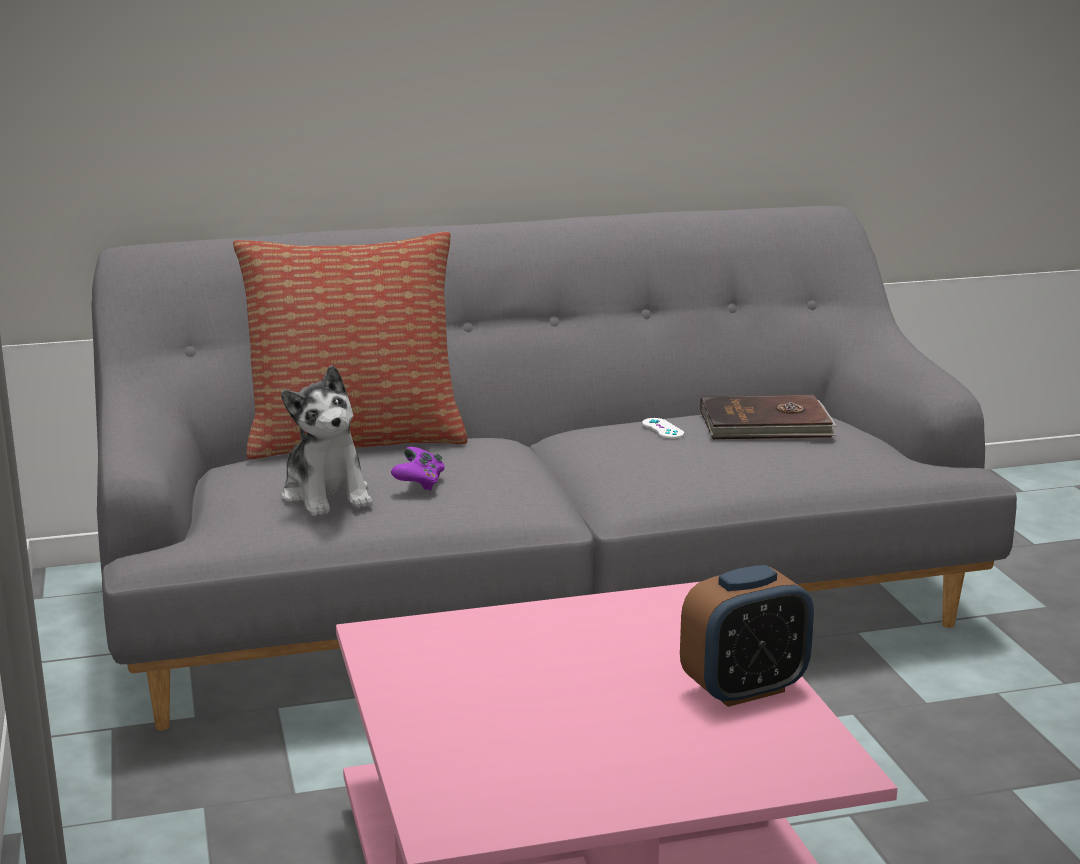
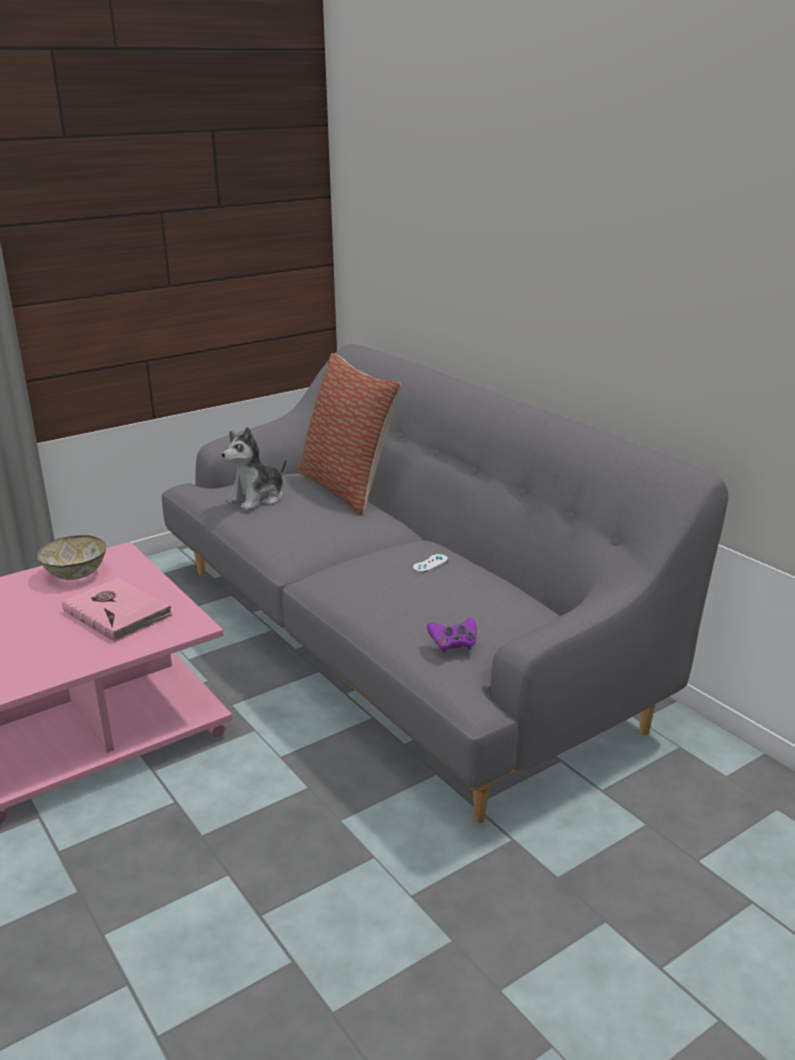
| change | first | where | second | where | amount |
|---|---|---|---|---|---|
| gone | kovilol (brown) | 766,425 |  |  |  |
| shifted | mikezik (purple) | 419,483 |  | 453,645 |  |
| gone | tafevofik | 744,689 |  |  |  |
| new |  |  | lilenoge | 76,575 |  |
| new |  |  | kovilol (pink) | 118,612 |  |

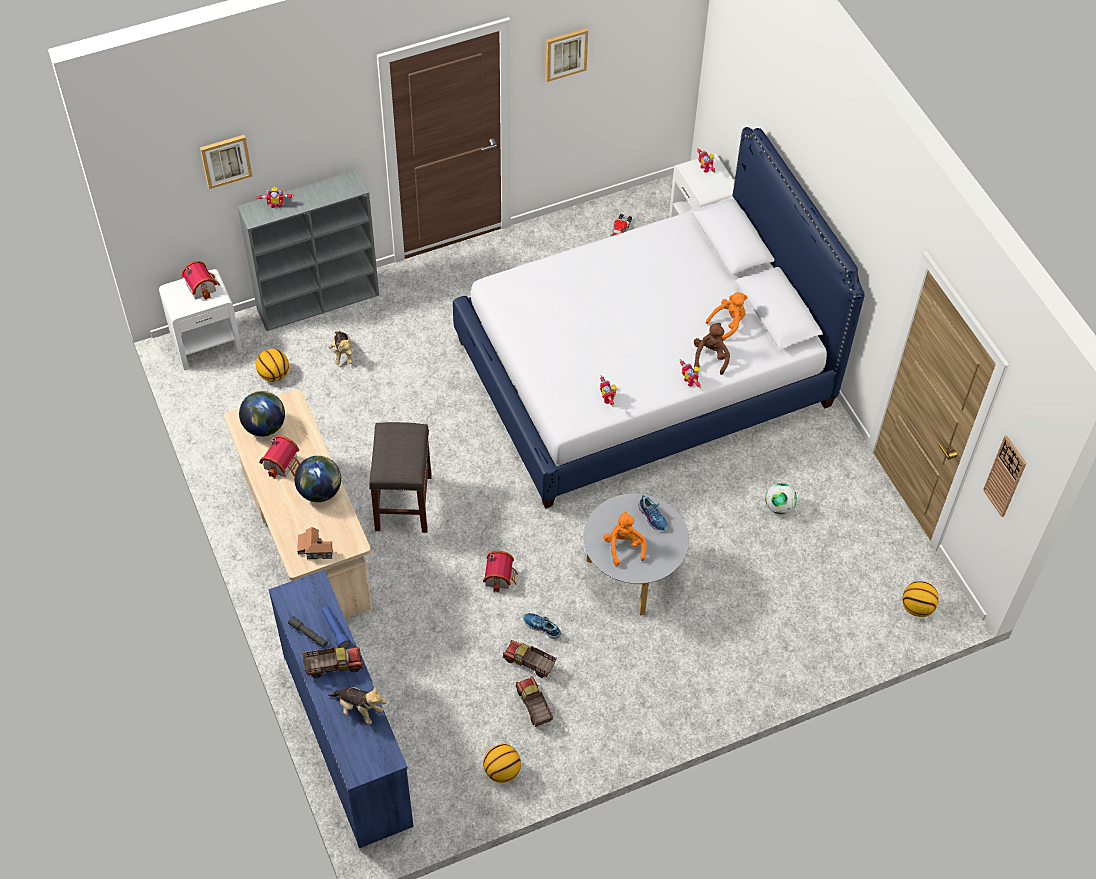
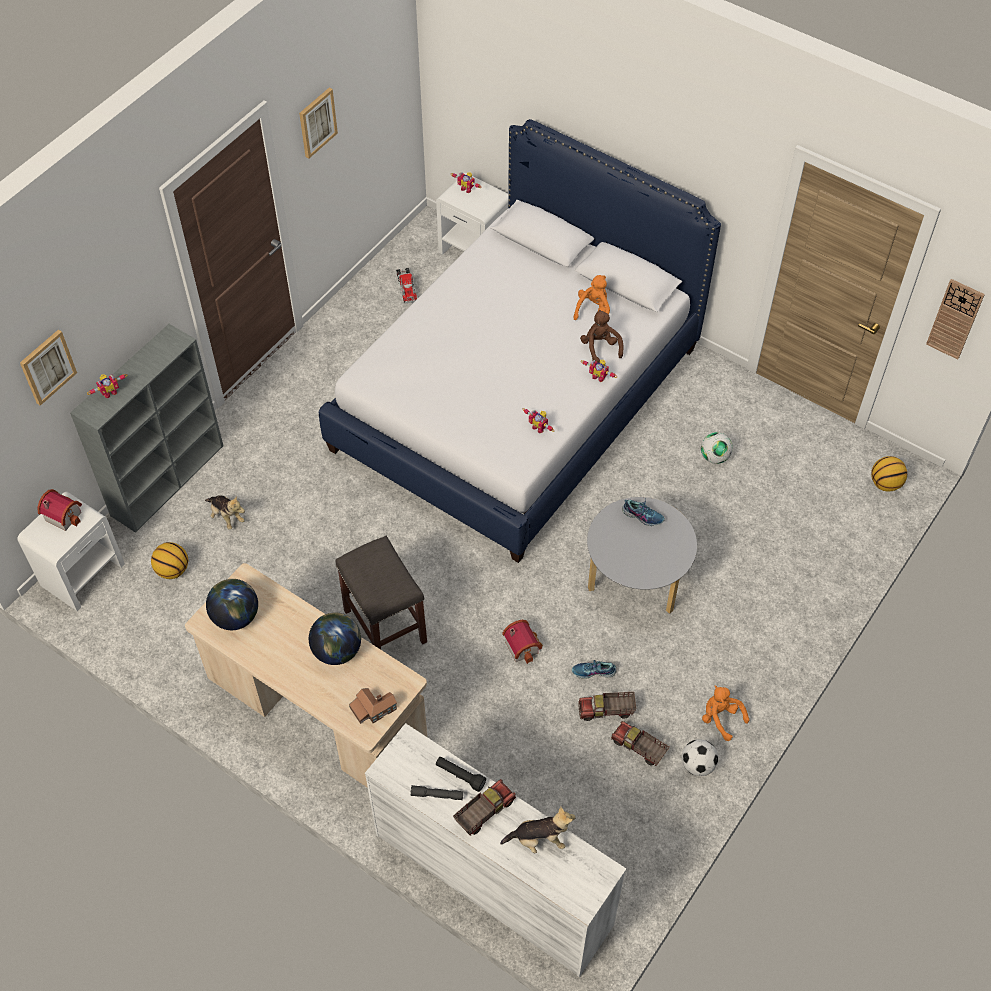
| change | first | where | second | where | amount |
|---|---|---|---|---|---|
| gone | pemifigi | 283,464 |  |  |  |
| shifted | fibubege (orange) | 624,546 |  | 720,718 |  |
| repainted | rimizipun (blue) | 348,738 | rimizipun (white) | 493,878 |  |
| repainted | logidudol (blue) | 335,630 | logidudol (black) | 460,776 |  |
| gone | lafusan | 502,771 |  |  |  |
| new |  |  | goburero | 697,765 |  |

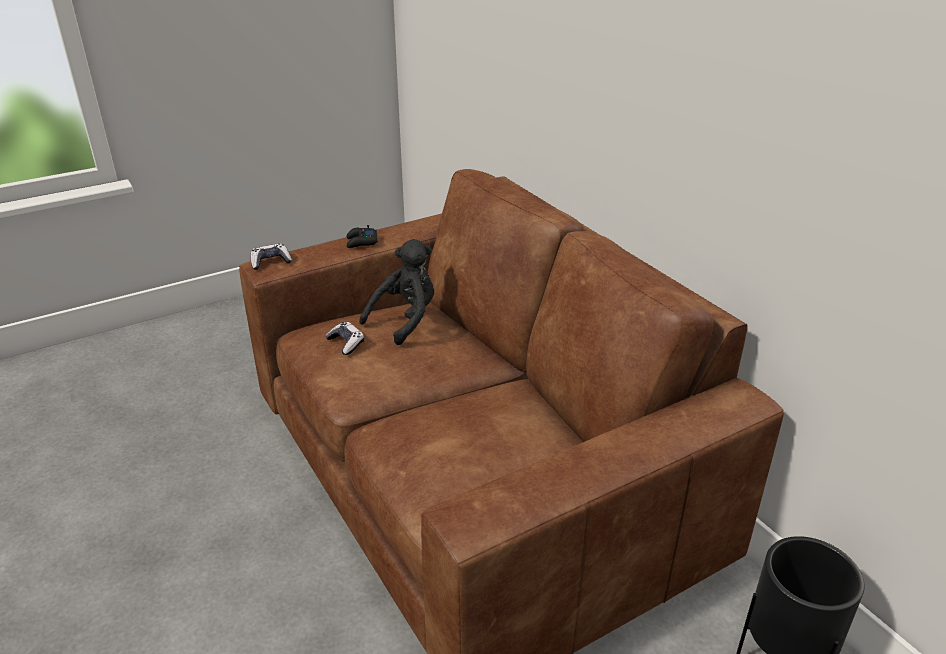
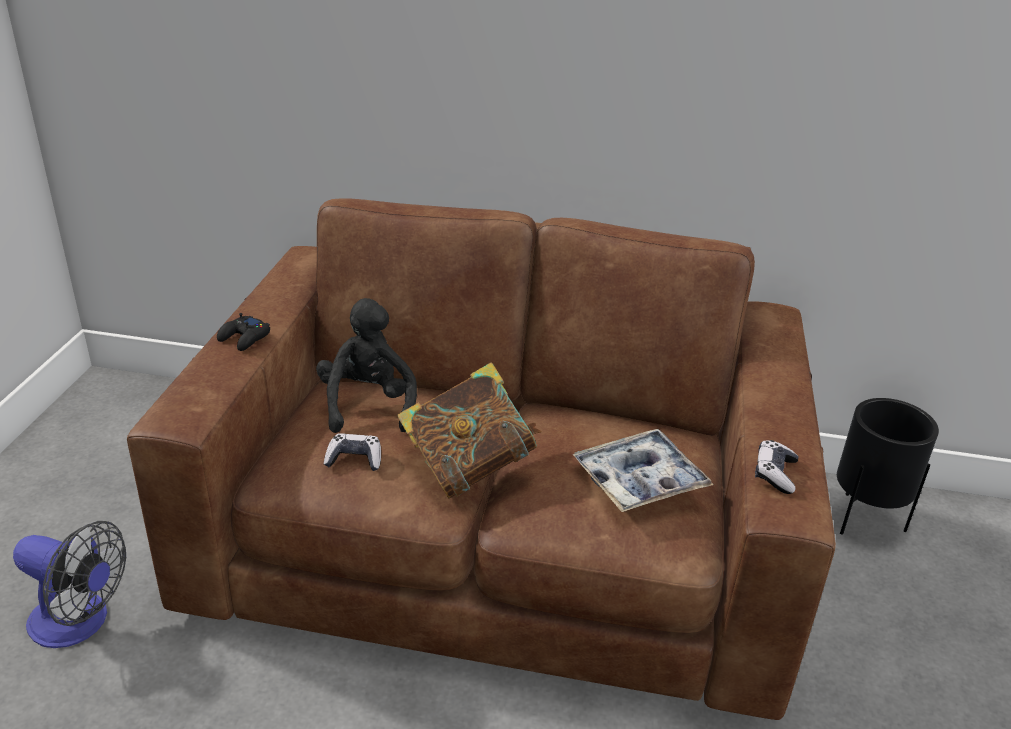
| change | first | where | second | where | amount |
|---|---|---|---|---|---|
| shifted | mikezik | 270,262 |  | 774,474 |  |
| new |  |  | kovilol | 469,468 |  |
| new |  |  | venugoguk | 639,480 |  |
| new |  |  | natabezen | 79,623 |  |

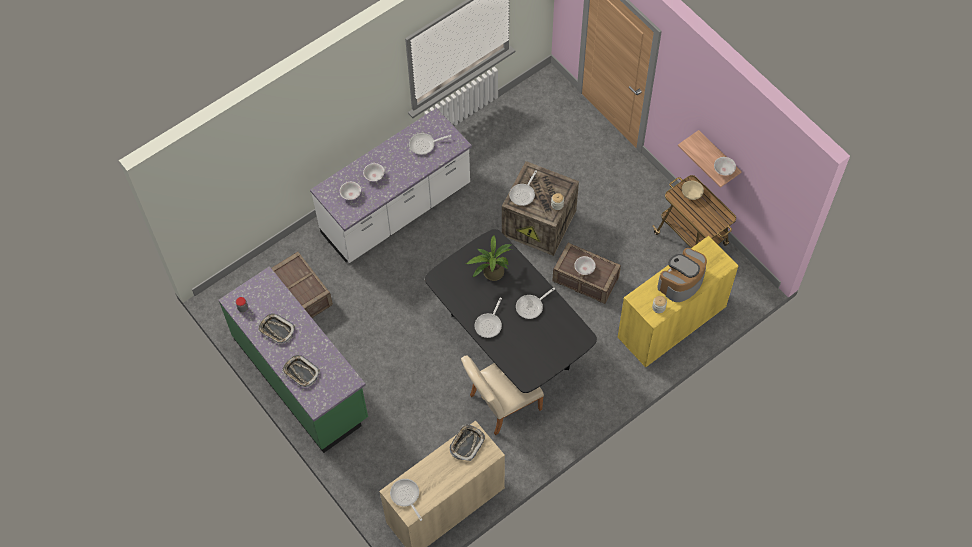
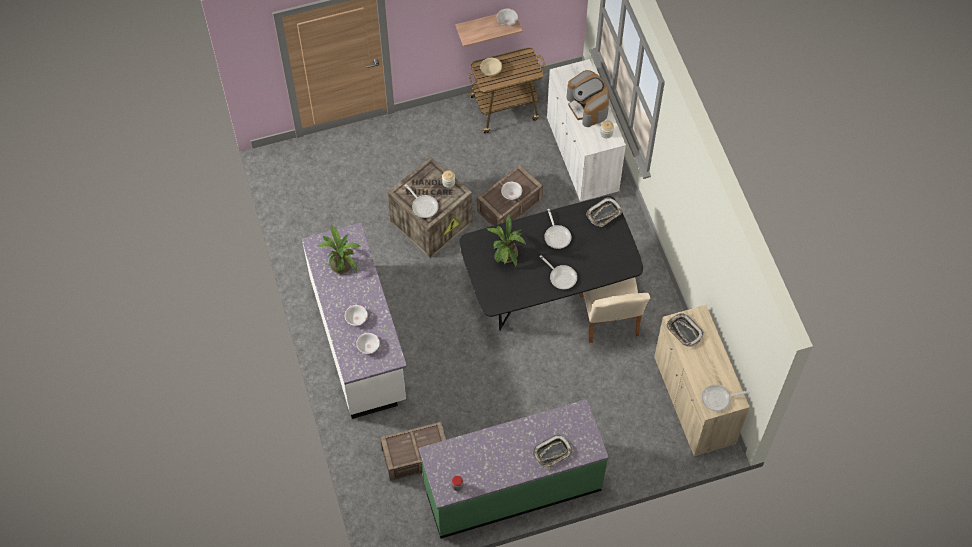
| change | first | where | second | where | amount |
|---|---|---|---|---|---|
| swapped | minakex | 424,145 | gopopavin | 341,262 |  |
| repainted | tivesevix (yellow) | 671,322 | tivesevix (white) | 582,155 |  |
| shifted | venugoguk | 276,330 |  | 604,214 |  |

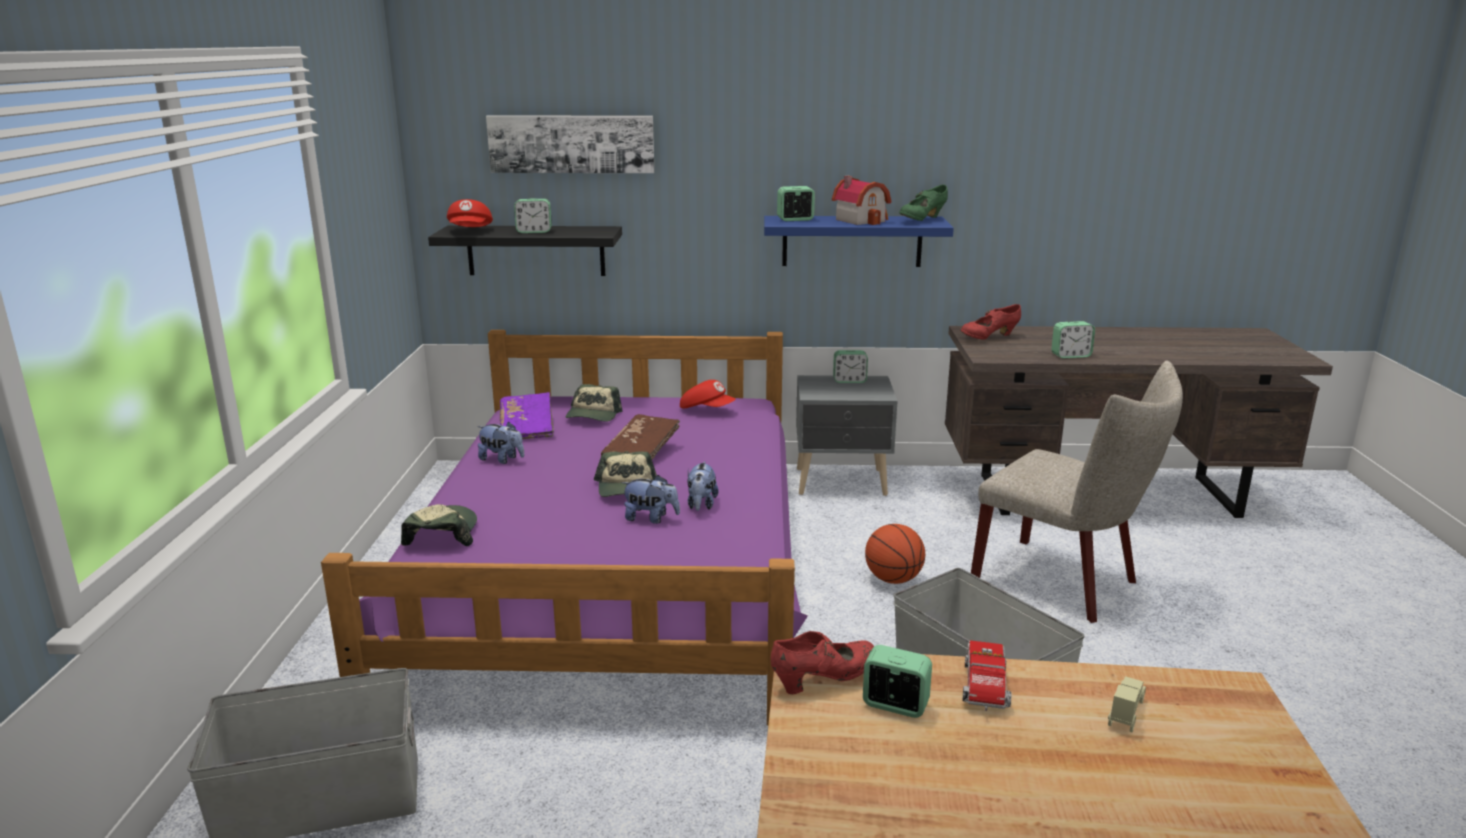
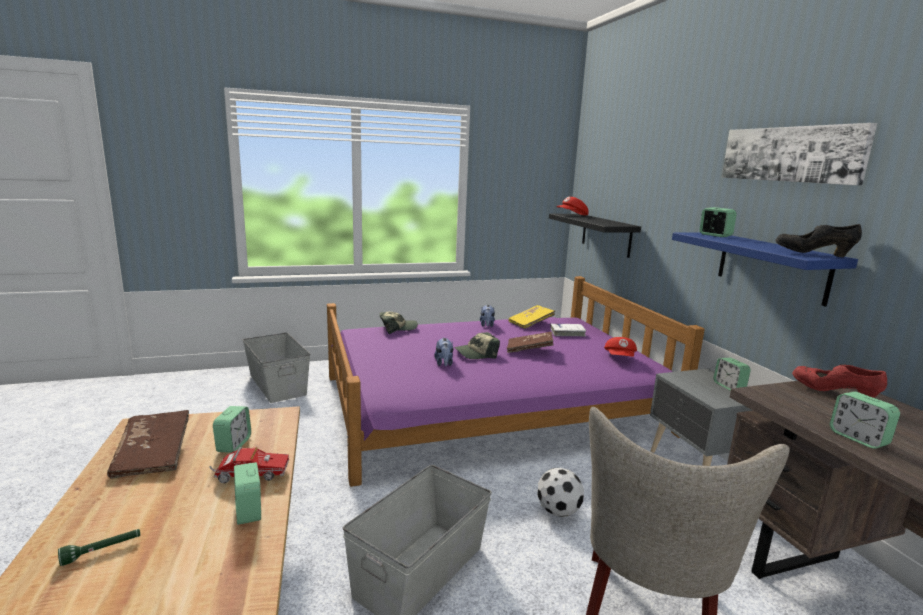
| change | first | where | second | where | amount |
|---|---|---|---|---|---|
| shifted | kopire | 571,144 |  | 790,154 |  |
| gone | pemifigi | 862,220 |  |  |  |
| repainted | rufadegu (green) | 922,220 | rufadegu (black) | 813,254 |  |
| shifted | tafevofik | 534,231 |  | 248,511 |  |
| swapped | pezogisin | 593,415 | kovilol (white) | 567,333 |  |
| repainted | kovilol (purple) | 527,428 | kovilol (yellow) | 531,323 |  |
| gone | fibubege | 701,505 |  |  |  |
| swapped | lafusan | 893,579 | goburero | 558,511 |  |
| gone | rufadegu (red) | 824,680 |  |  |  |
| gone | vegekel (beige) | 1125,712 |  |  |  |
| new |  |  | kovilol (brown) | 153,455 |  |
| new |  |  | logidudol (green) | 102,551 |  |

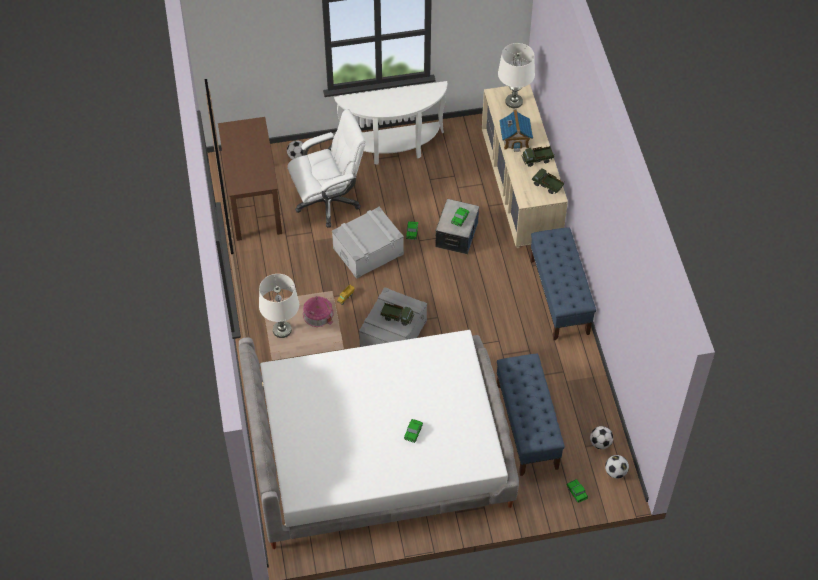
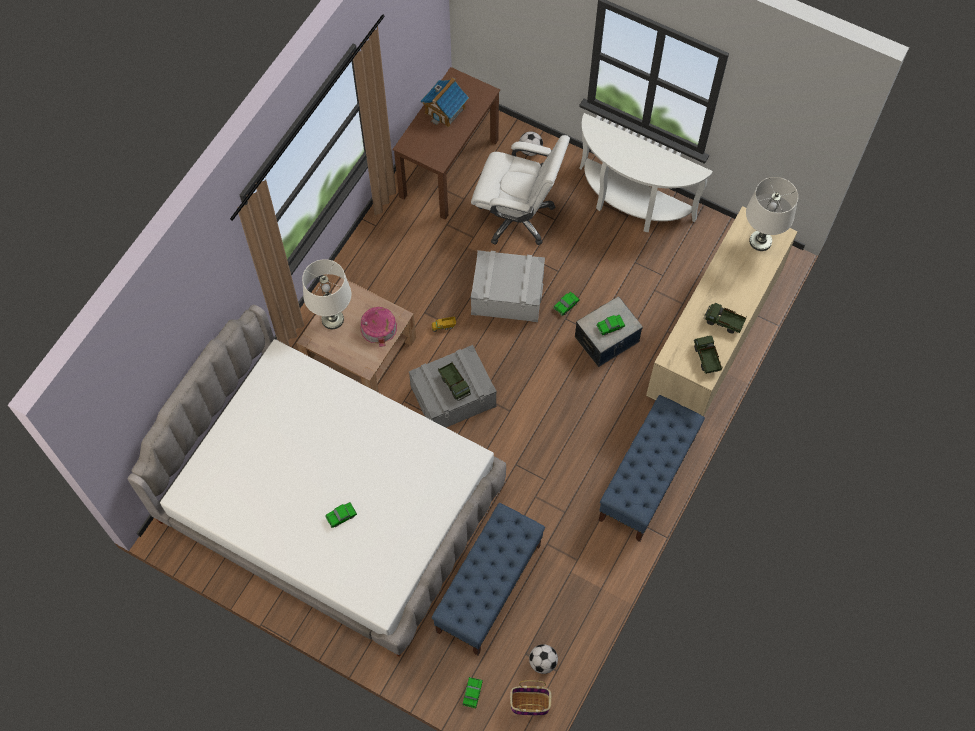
| change | first | where | second | where | amount |
|---|---|---|---|---|---|
| shifted | pemifigi | 515,139 |  | 445,110 |  |
| swapped | goburero | 615,472 | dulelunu | 529,704 |  |

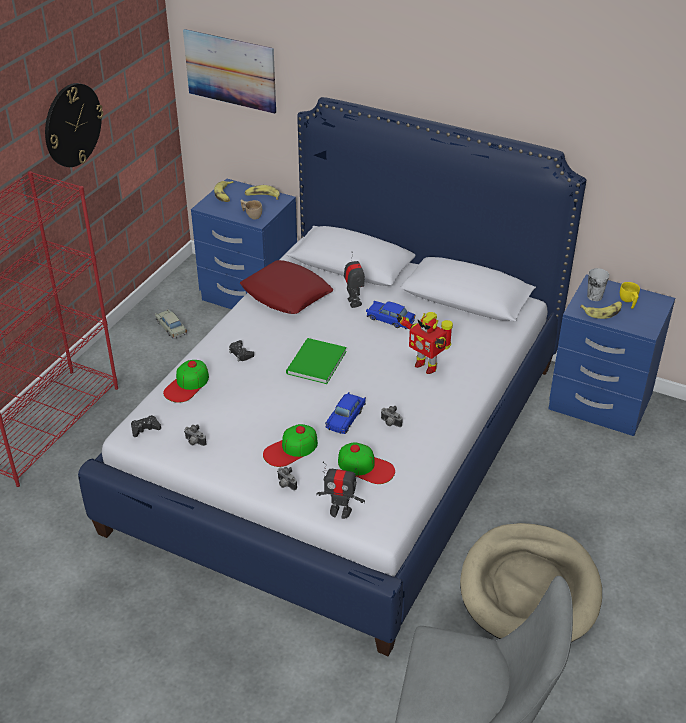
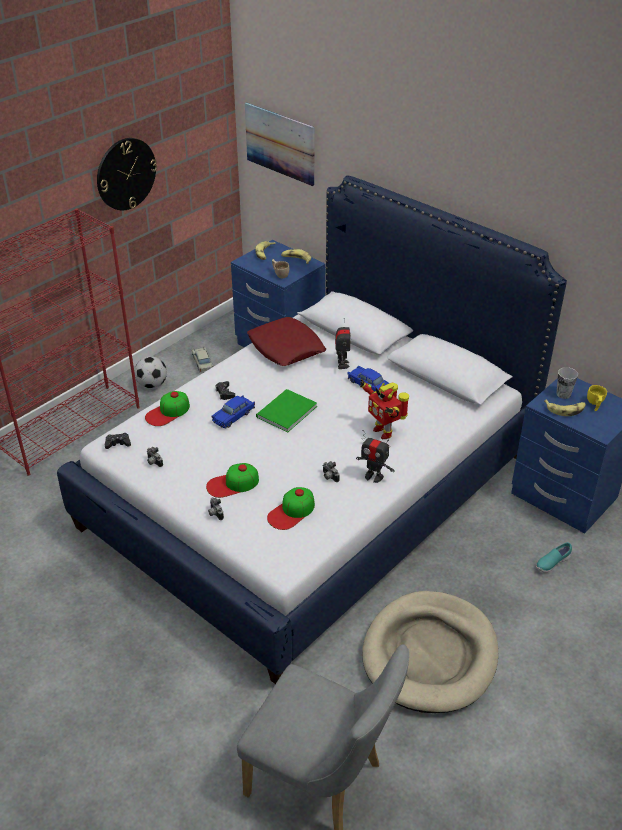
| change | first | where | second | where | amount |
|---|---|---|---|---|---|
| shifted | vegekel (blue) | 346,418 |  | 234,416 |  |
| rotated | pezogisin | 366,467 |  | 291,512 | 90 degrees clockwise |
| shifted | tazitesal | 340,511 |  | 374,476 |  |
| new |  |  | goburero | 152,384 |  |
| new |  |  | rufadegu (turquoise) | 552,563 |  |

